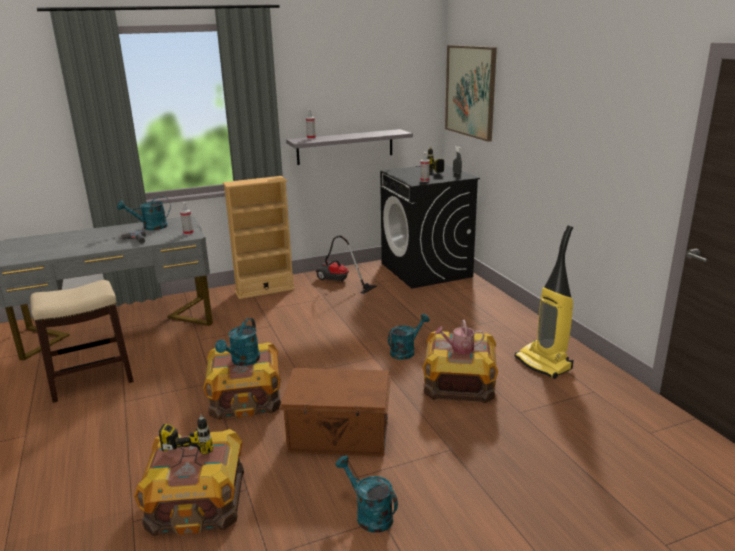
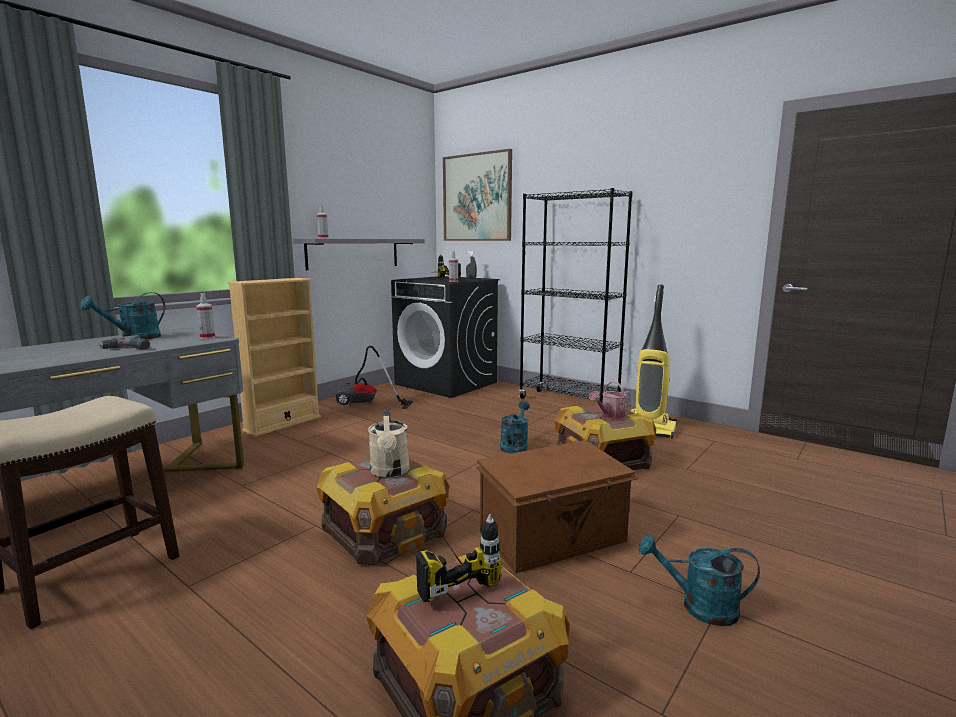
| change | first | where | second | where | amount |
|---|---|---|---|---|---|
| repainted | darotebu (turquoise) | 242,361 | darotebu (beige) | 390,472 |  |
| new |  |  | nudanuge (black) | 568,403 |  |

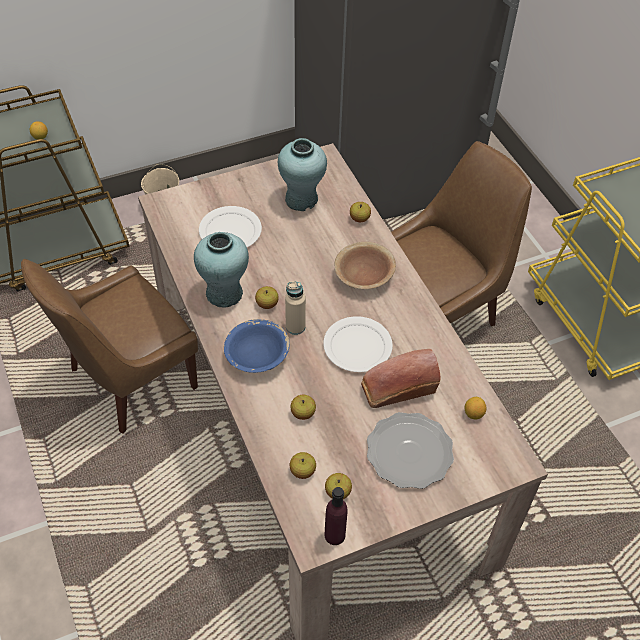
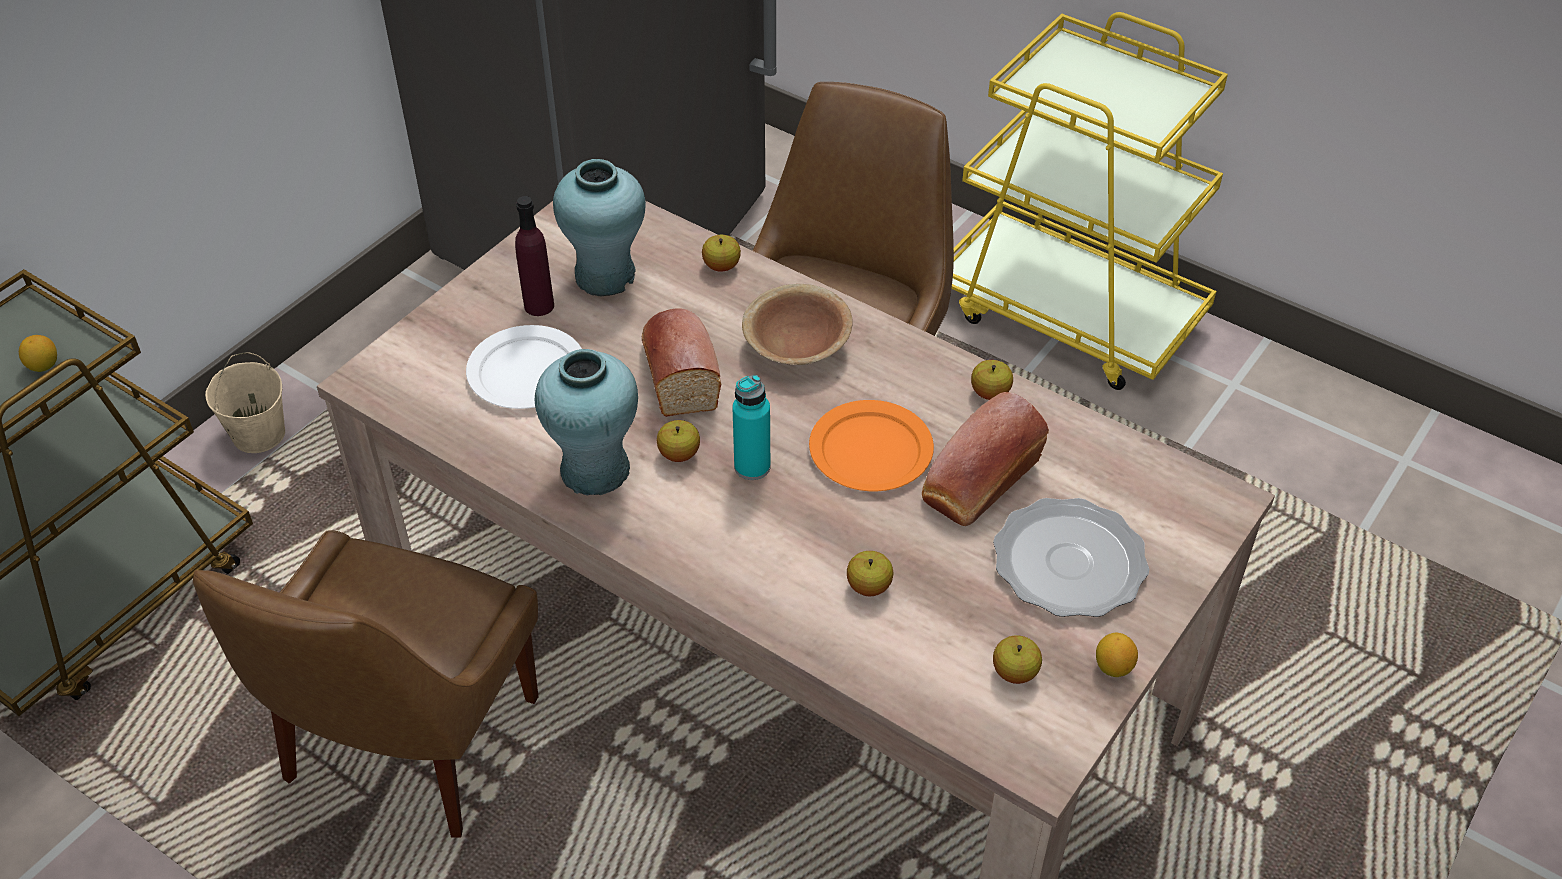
| change | first | where | second | where | amount |
|---|---|---|---|---|---|
| repainted | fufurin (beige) | 295,327 | fufurin (turquoise) | 752,467 |  |
| repainted | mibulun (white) | 357,347 | mibulun (orange) | 870,451 |  |
| gone | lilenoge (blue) | 257,356 |  |  |  |
| shifted | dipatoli | 473,414 |  | 1113,667 |  |
| shifted | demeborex | 302,471 |  | 990,393 |  |
| shifted | fufurin (purple) | 334,535 |  | 539,306 |  |
| new |  |  | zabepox | 679,373 |  |

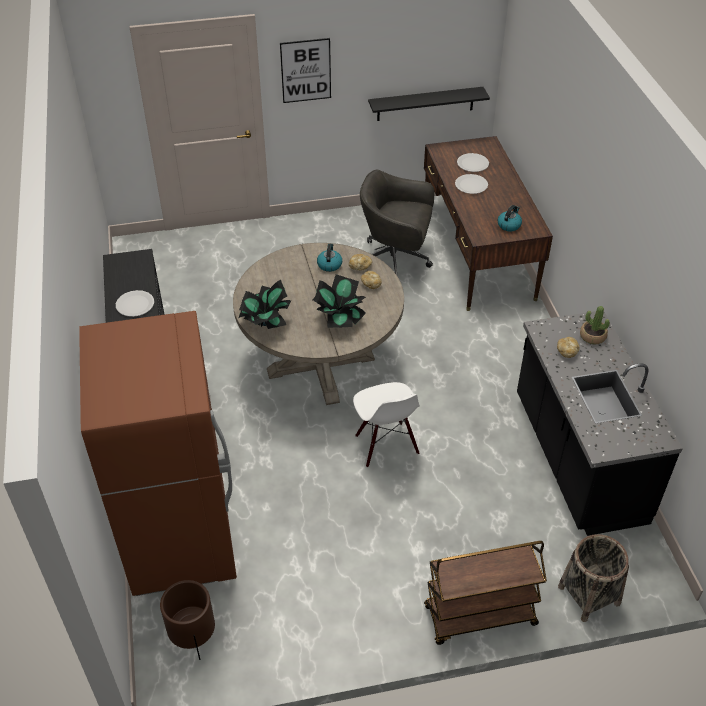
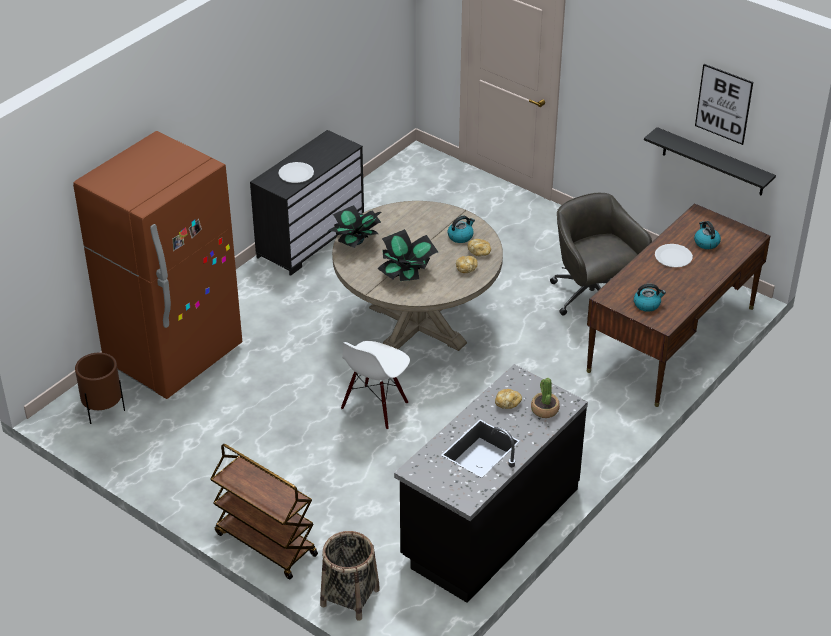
| change | first | where | second | where | amount |
|---|---|---|---|---|---|
| shifted | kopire | 306,70 |  | 723,104 |  |
| swapped | mibulun (white) | 472,163 | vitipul | 706,242 |  |

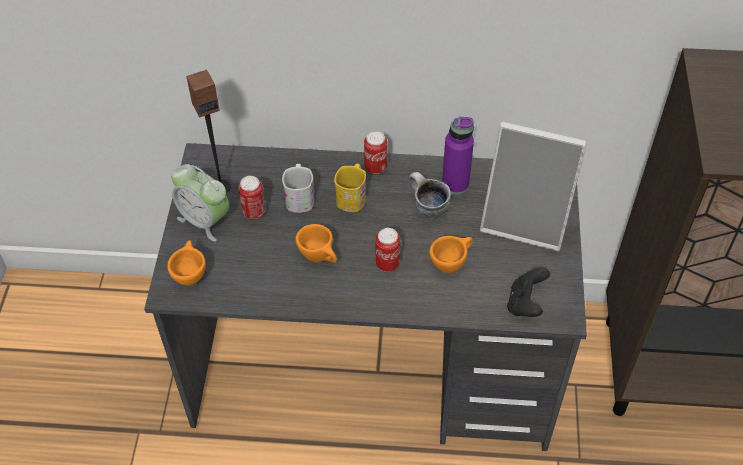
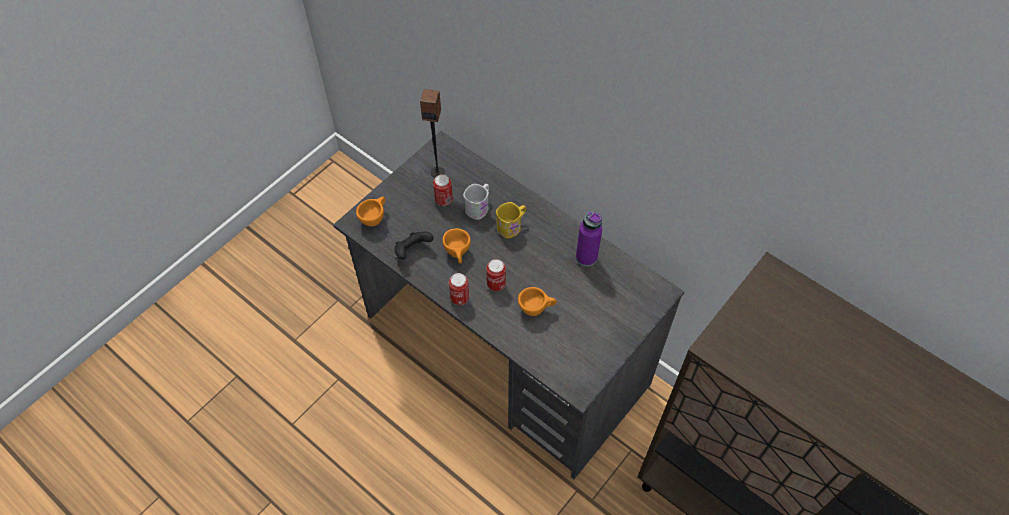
| change | first | where | second | where | amount |
|---|---|---|---|---|---|
| gone | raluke | 526,220 |  |  |  |
| shifted | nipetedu | 375,167 |  | 459,298 |  |
| gone | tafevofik | 205,220 |  |  |  |
| gone | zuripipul | 426,207 |  |  |  |
| shifted | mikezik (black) | 525,303 |  | 412,251 |  |

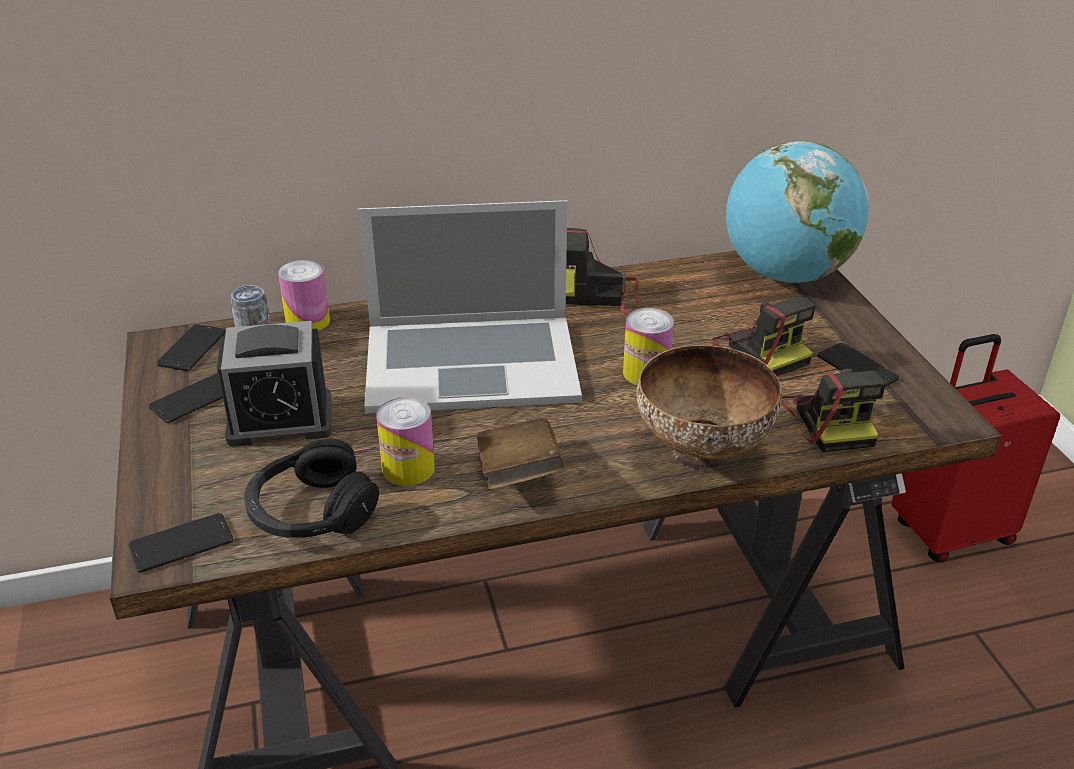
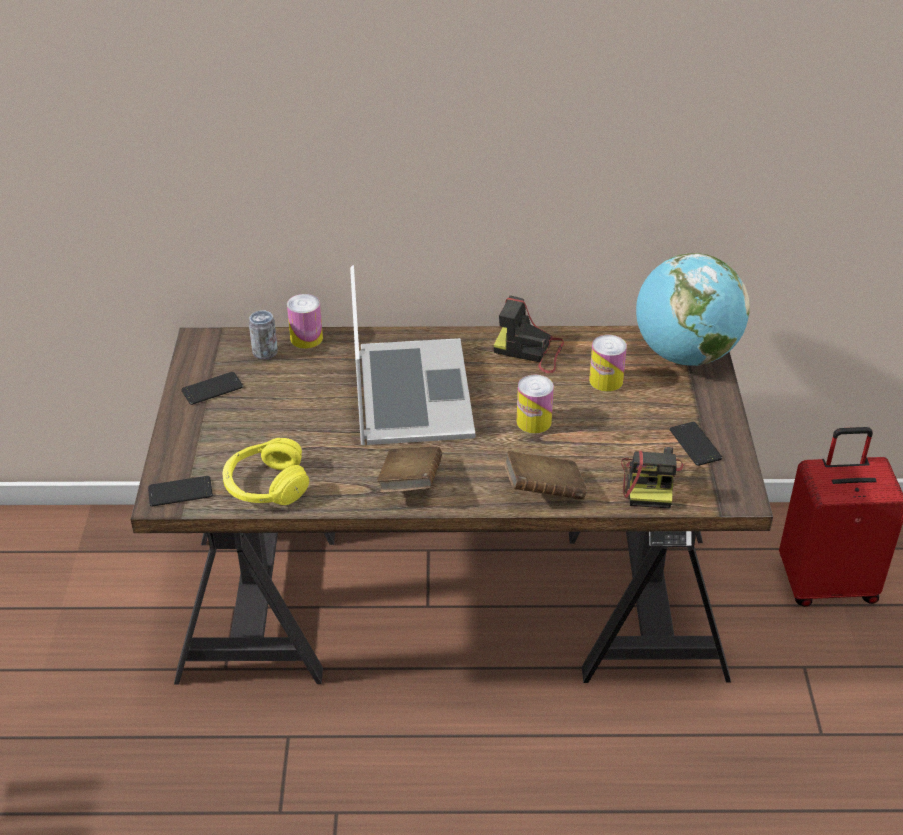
| change | first | where | second | where | amount |
|---|---|---|---|---|---|
| rotated | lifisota | 471,362 |  | 410,392 | 105 degrees counterclockwise |
| gone | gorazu | 761,349 |  |  |  |
| gone | tafevofik | 280,420 |  |  |  |
| gone | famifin | 192,348 |  |  |  |
| swapped | lilenoge | 701,453 | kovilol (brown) | 543,491 |  |
| shifted | nipetedu | 408,468 |  | 606,380 |  |
| repainted | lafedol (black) | 311,512 | lafedol (yellow) | 266,485 |  |

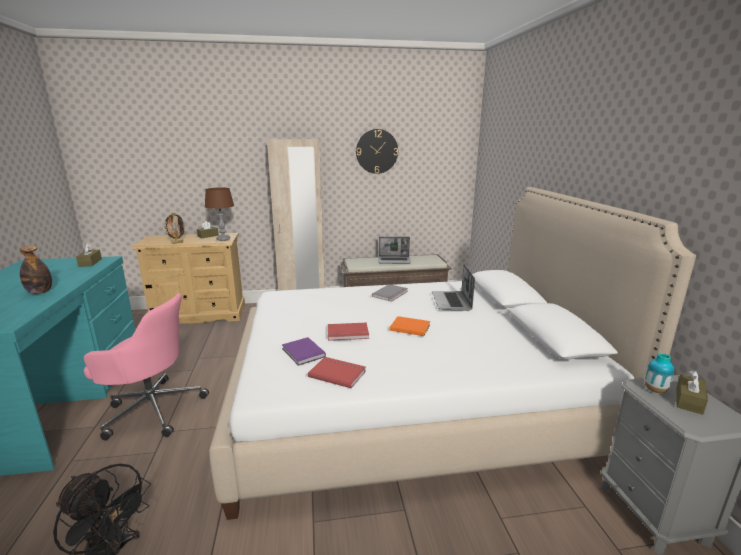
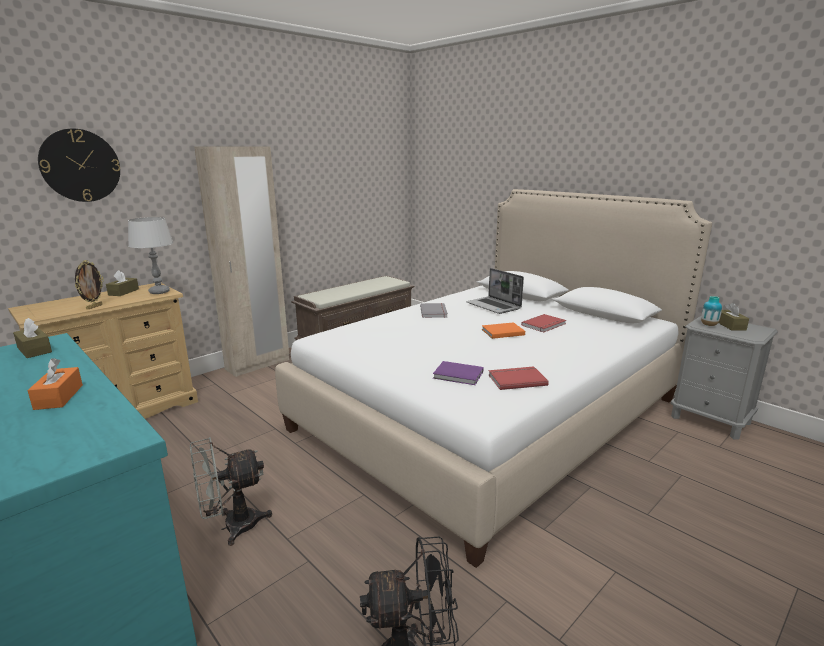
| change | first | where | second | where | amount |
|---|---|---|---|---|---|
| shifted | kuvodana | 376,151 |  | 80,165 |  |
| repainted | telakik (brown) | 223,239 | telakik (grey) | 159,292 |  |
| gone | lifisota | 394,261 |  |  |  |
| swapped | fufurin | 40,292 | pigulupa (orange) | 59,397 |  |
| swapped | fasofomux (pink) | 152,409 | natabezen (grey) | 232,527 |  |
| shifted | kovilol (red) | 348,333 |  | 545,325 |  |

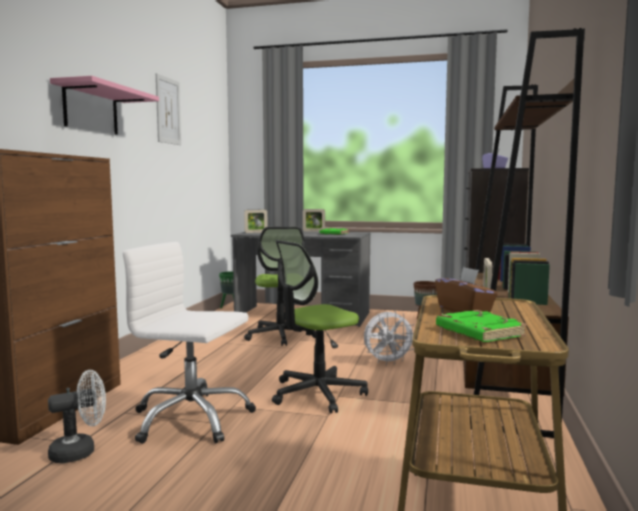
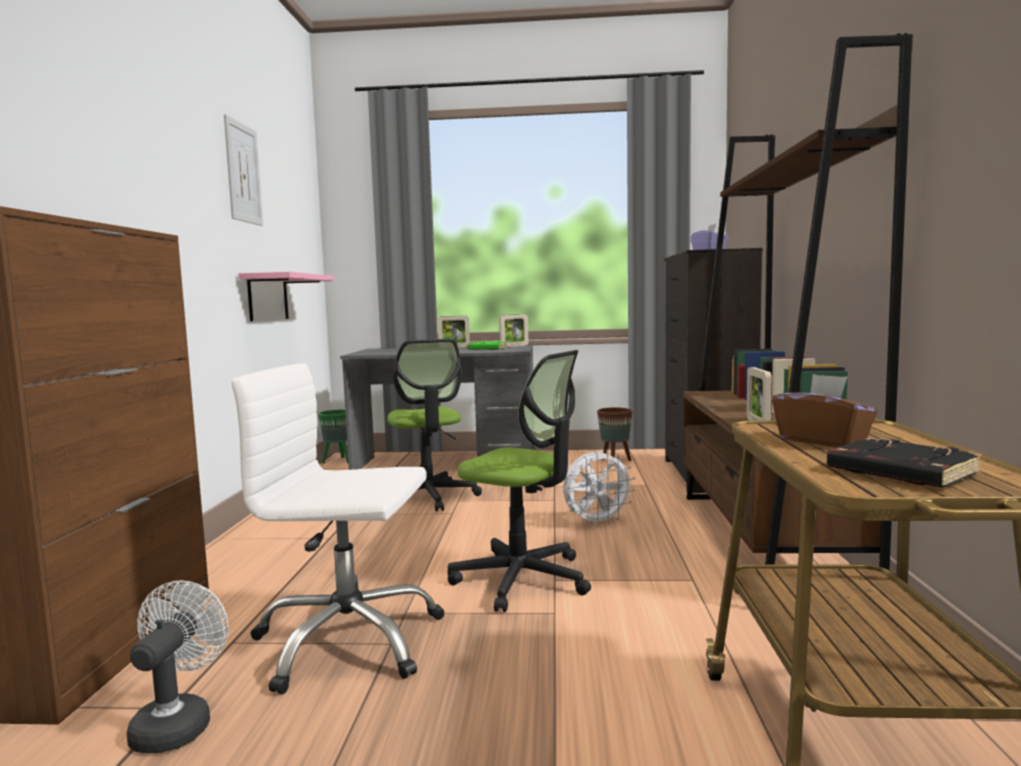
| change | first | where | second | where | amount |
|---|---|---|---|---|---|
| shifted | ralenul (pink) | 91,110 |  | 268,297 |  |
| shifted | raluke | 256,232 |  | 514,346 |  |
| rotated | fasofomux | 317,393 |  | 522,579 | 105 degrees counterclockwise |
| repainted | kovilol (green) | 477,332 | kovilol (black) | 899,472 |  |
| rotated | natabezen (white) | 80,451 |  | 177,723 | 45 degrees counterclockwise |

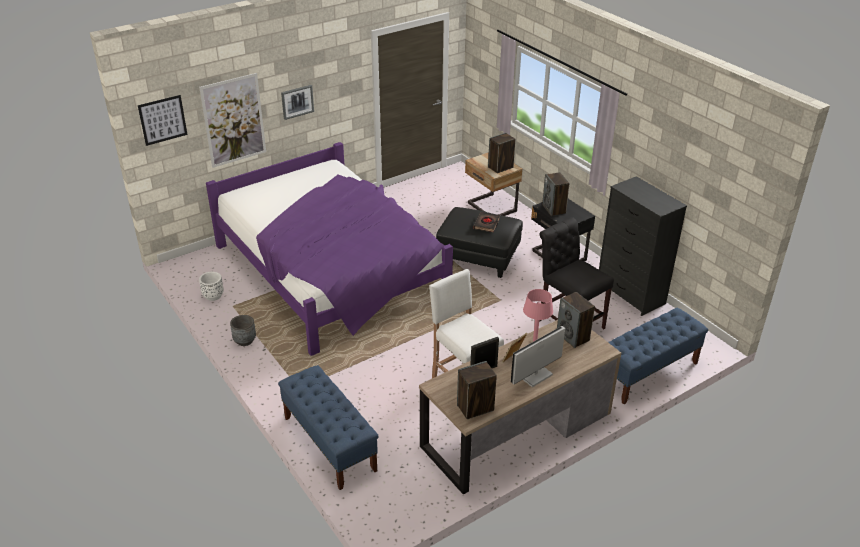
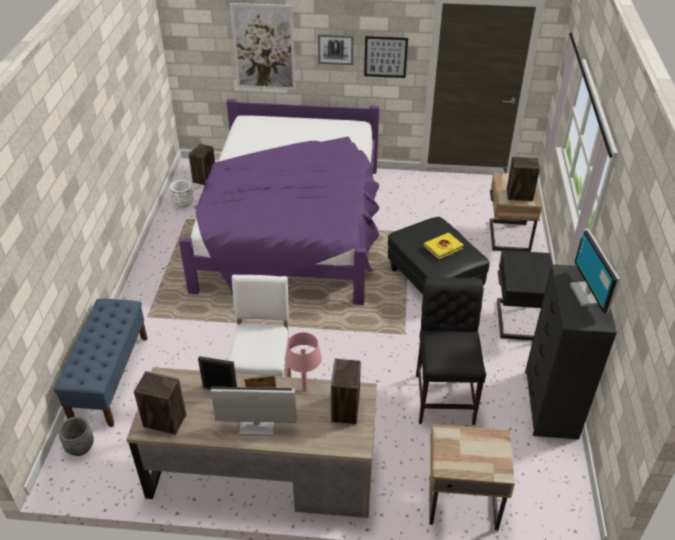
| change | first | where | second | where | amount |
|---|---|---|---|---|---|
| shifted | kopire | 162,120 |  | 385,57 |  |
| shifted | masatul | 554,209 |  | 204,179 |  |
| repainted | kovilol (black) | 486,224 | kovilol (yellow) | 443,248 |  |
| swapped | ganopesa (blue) | 647,372 | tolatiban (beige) | 462,501 |  |
| shifted | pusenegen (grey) | 244,340 |  | 80,447 |  |
| new |  |  | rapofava | 588,294 |  |

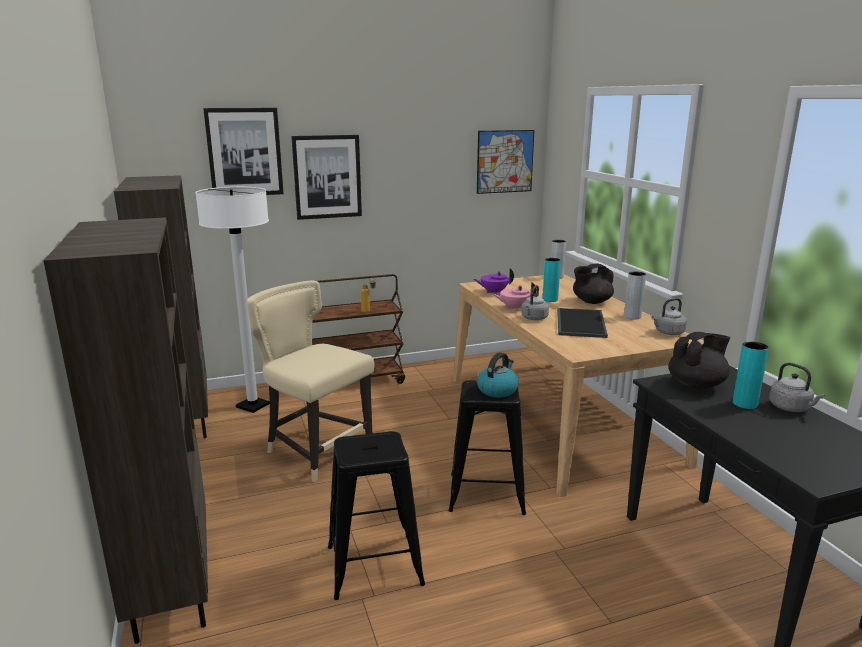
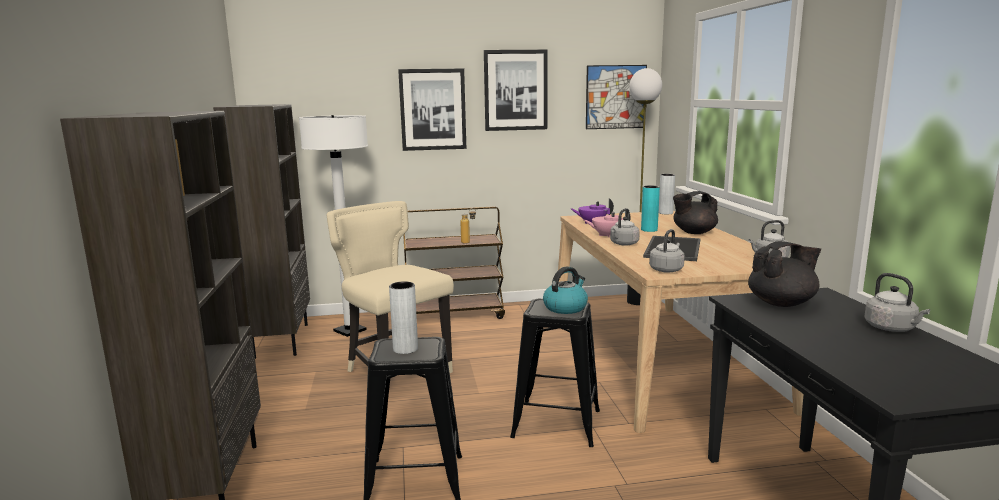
| change | first | where | second | where | amount |
|---|---|---|---|---|---|
| shifted | kopire | 244,152 |  | 515,90 |  |
| shifted | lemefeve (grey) | 632,317 |  | 405,349 |  |
| gone | lemefeve (turquoise) | 745,404 |  |  |  |
| new |  |  | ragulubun | 637,302 |  |
| new |  |  | vitipul (grey) | 667,269 |  |

